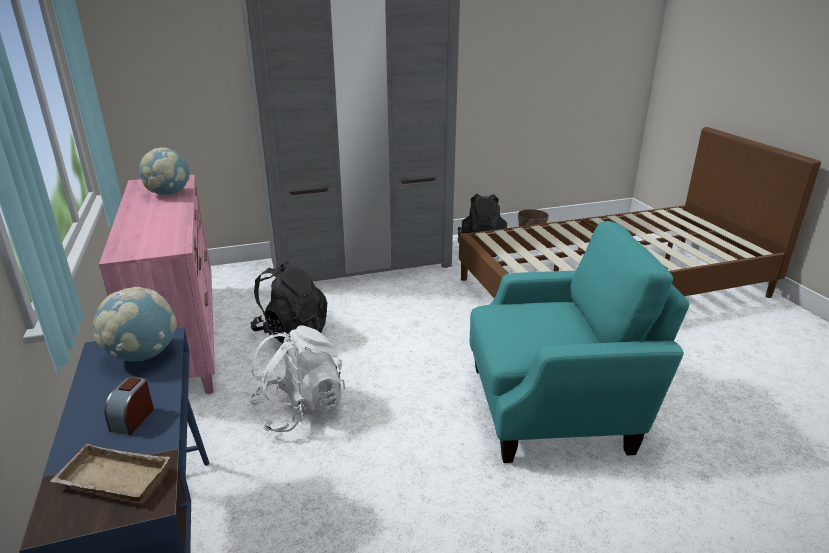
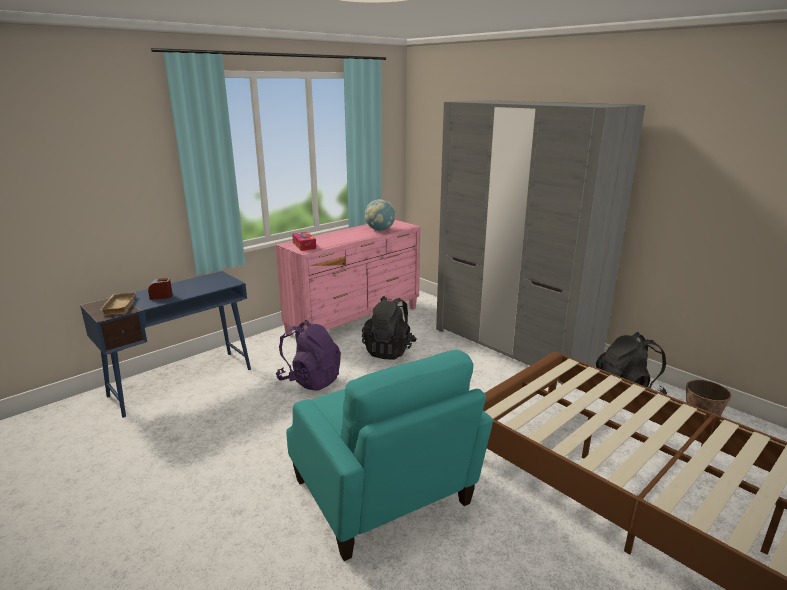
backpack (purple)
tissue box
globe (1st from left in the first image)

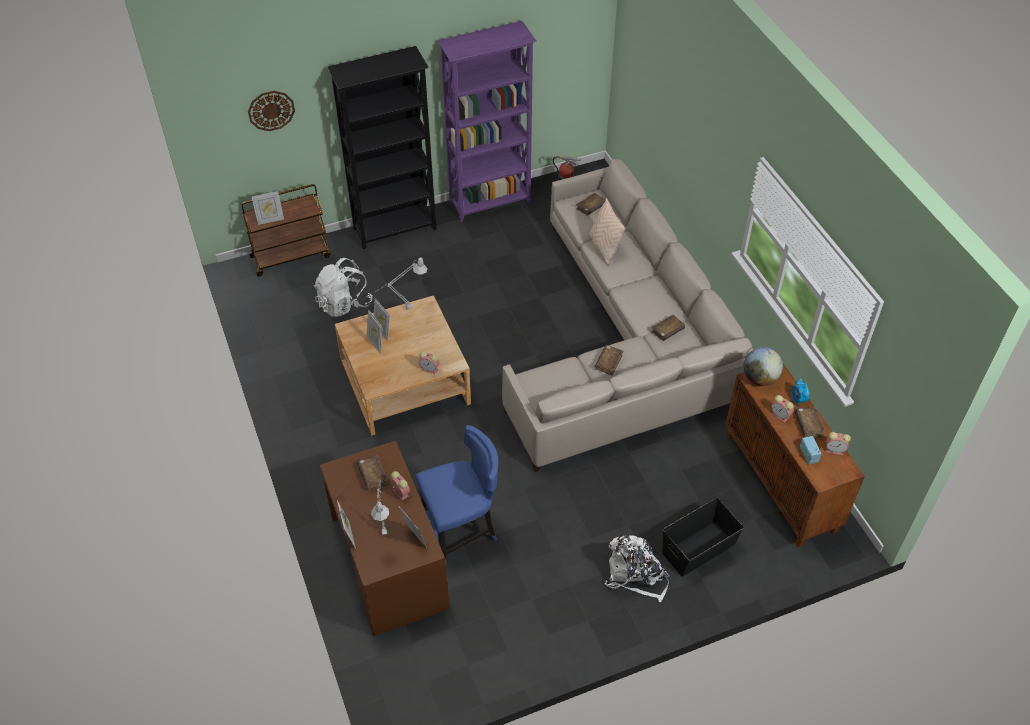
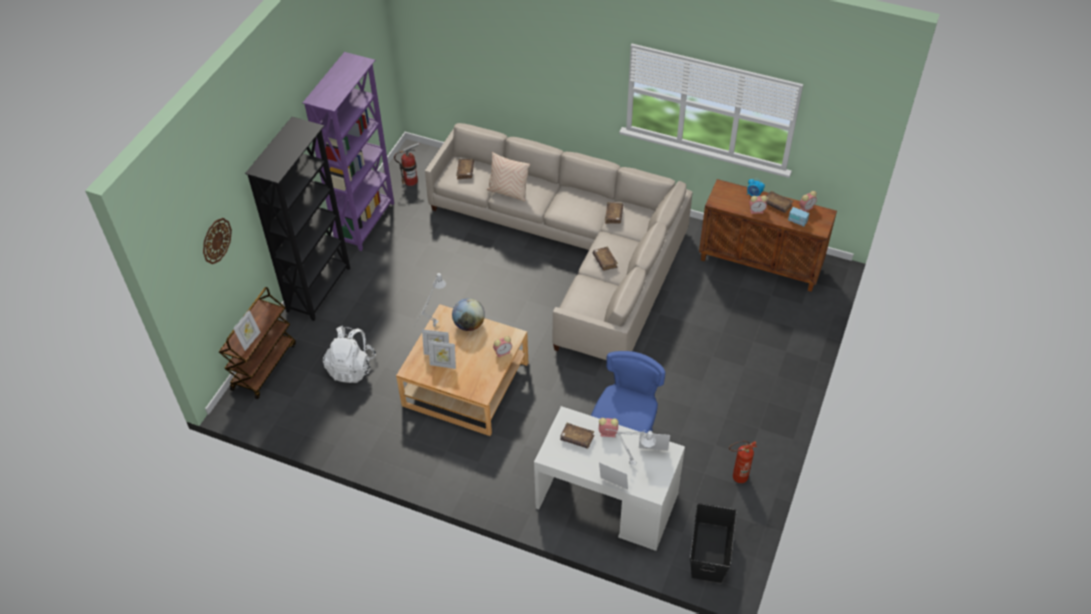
globe
desk (white)
storage box (black)
fire extinguisher (2nd from left)
backpack (white) (2nd from left in the first image)

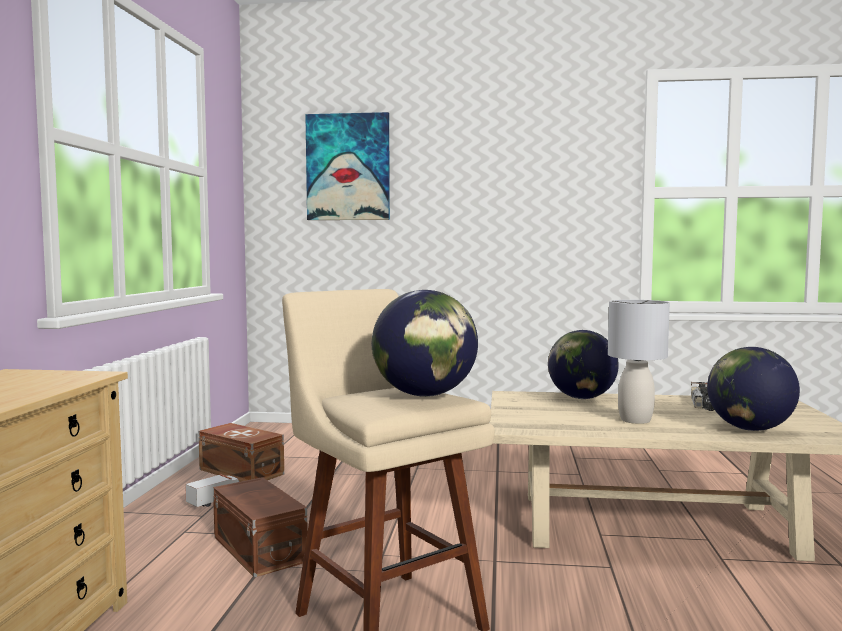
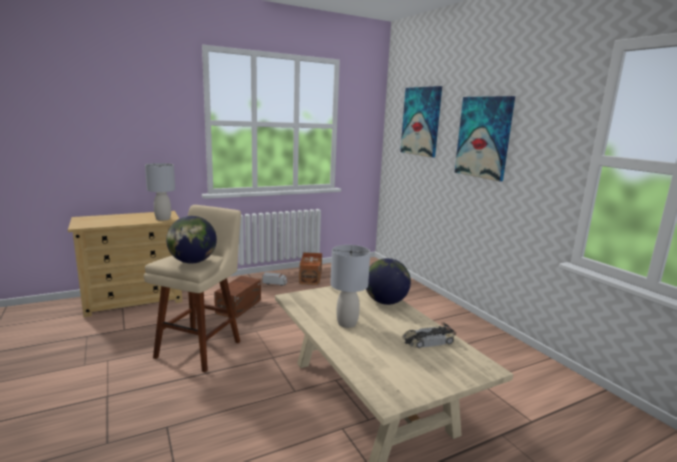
table lamp (grey) (1st from left)
picture (2nd from left)
globe (3rd from left in the first image)

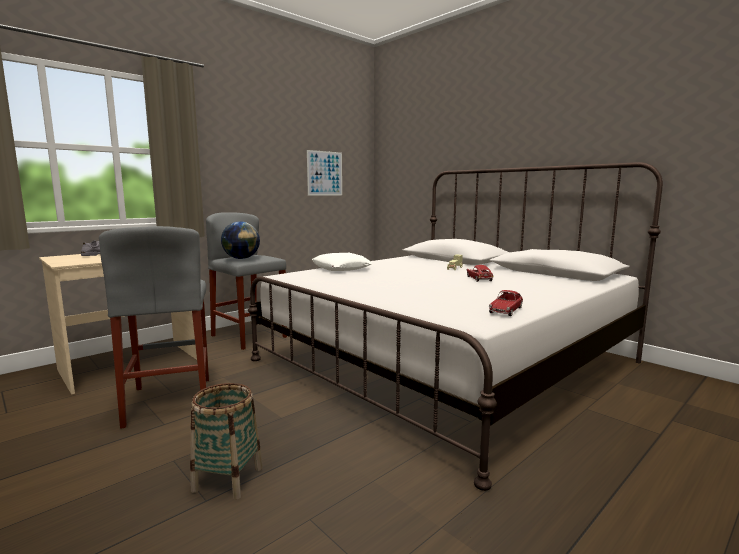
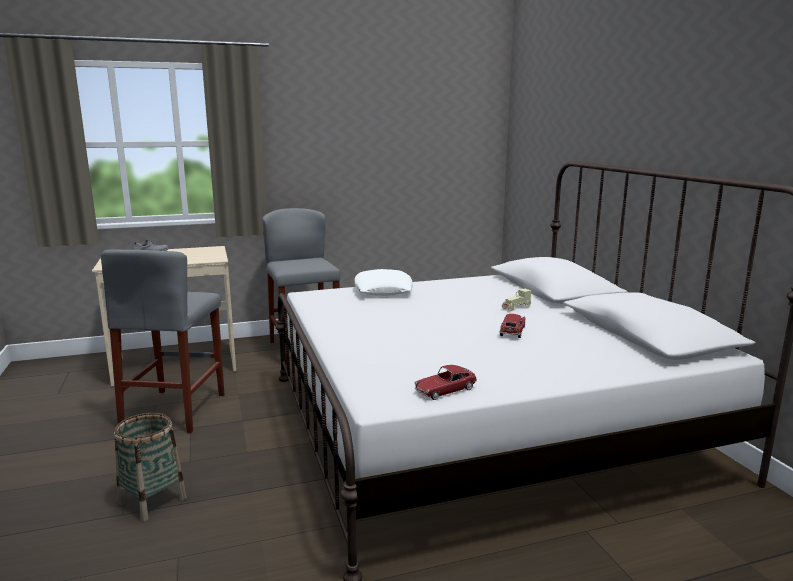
globe
picture

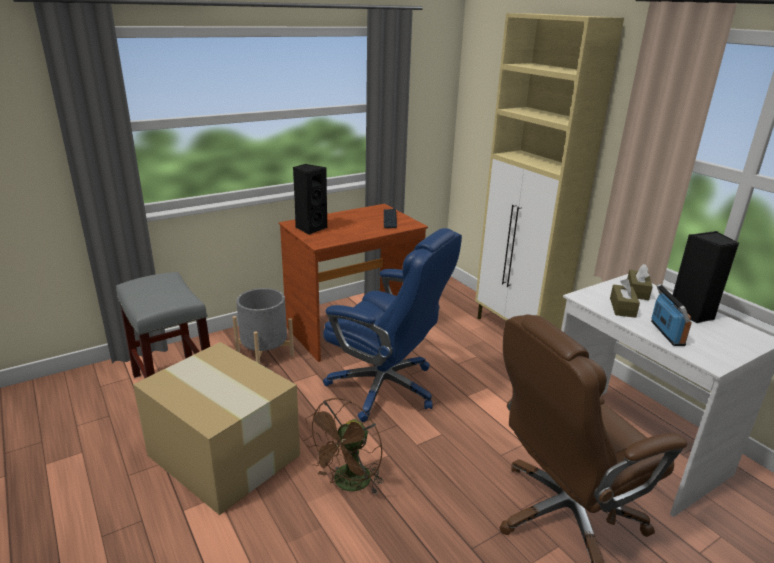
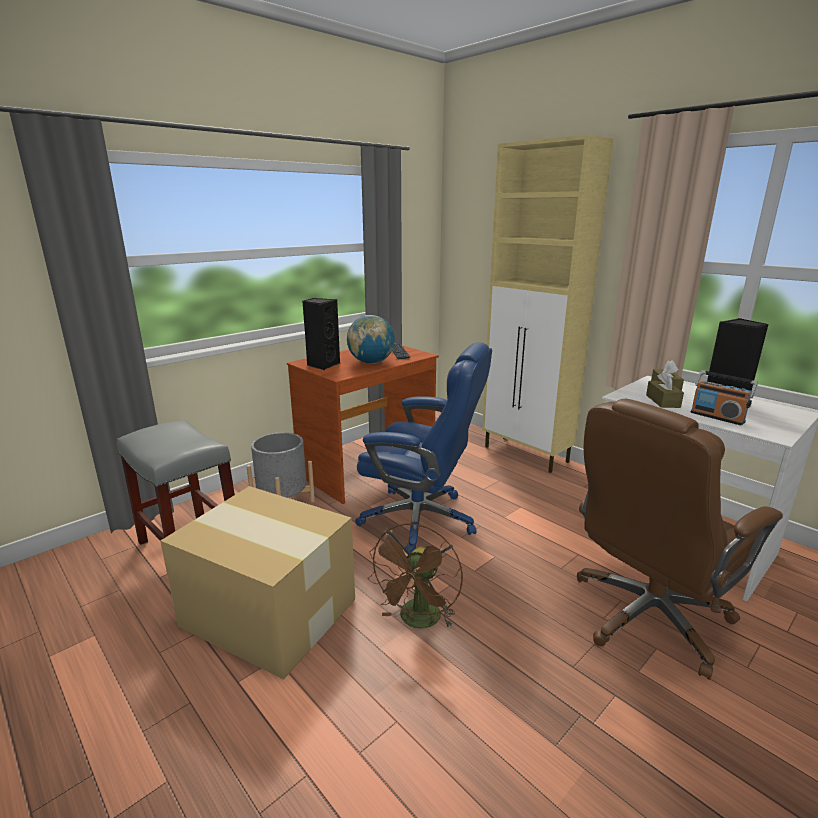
globe
radio

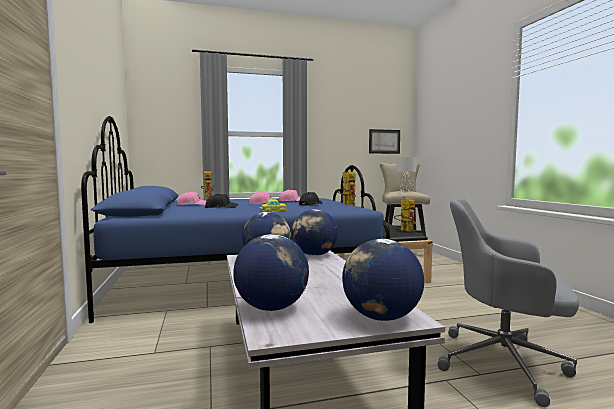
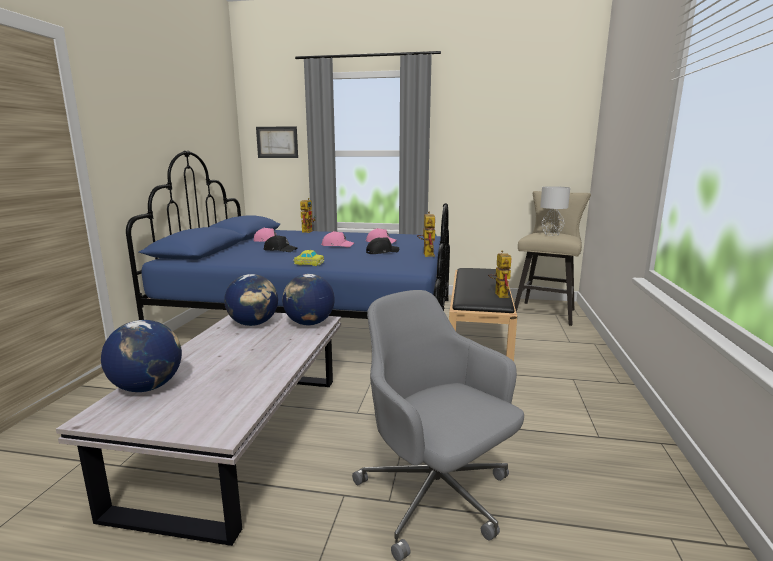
picture
globe (4th from left in the first image)

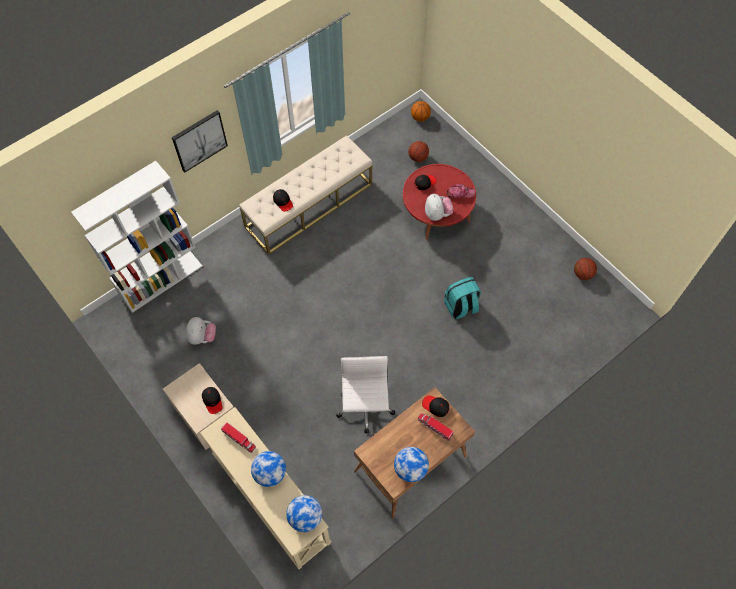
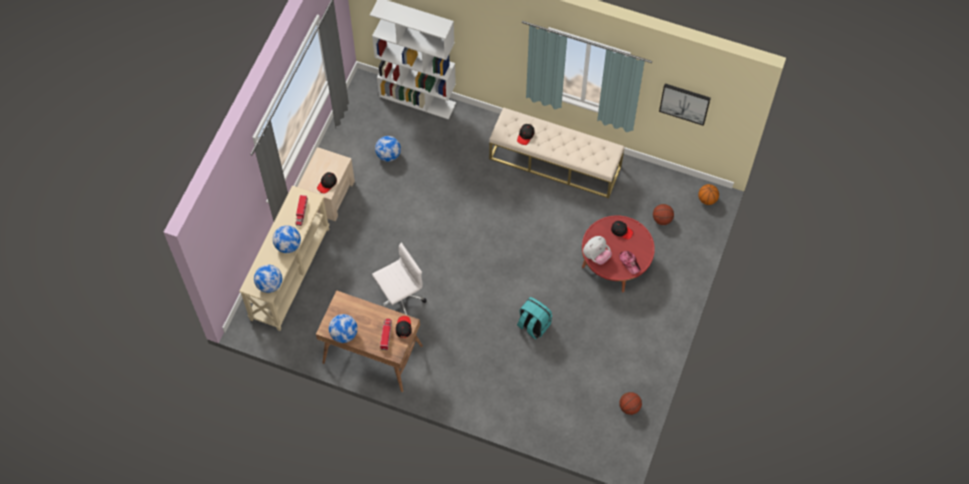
globe (4th from left)
picture

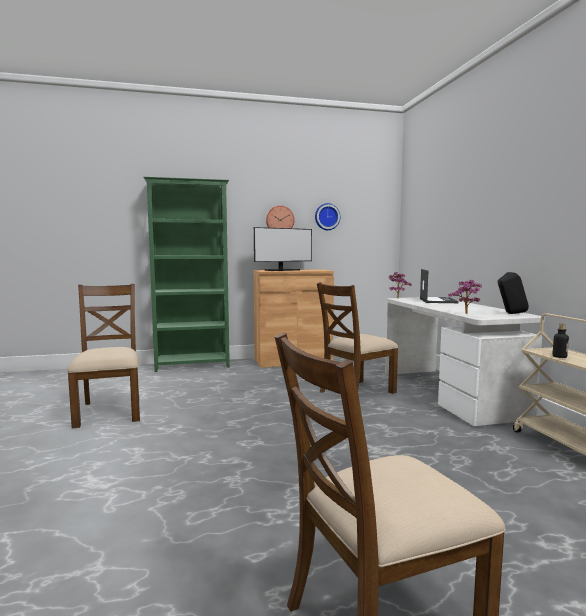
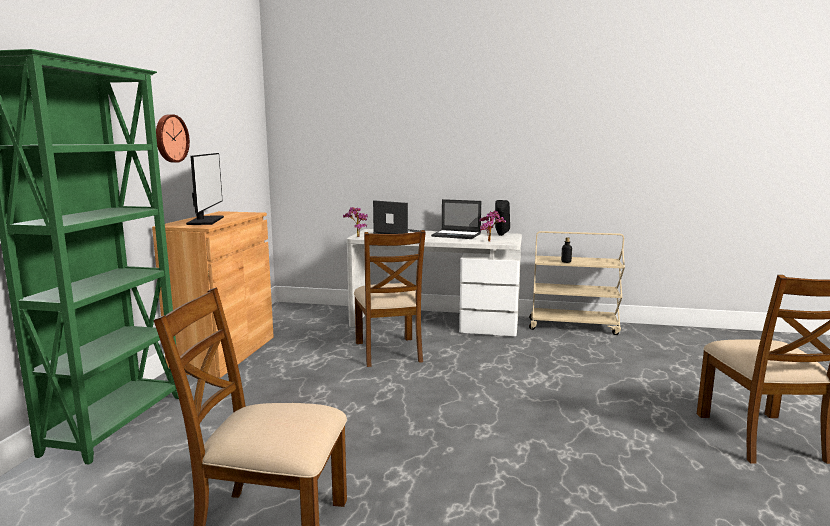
laptop (2nd from left)
wall clock (2nd from left in the first image)

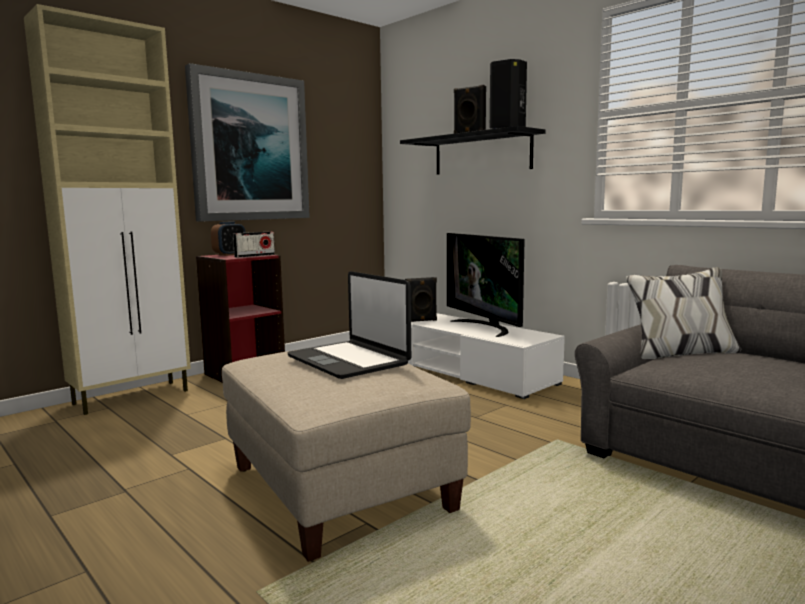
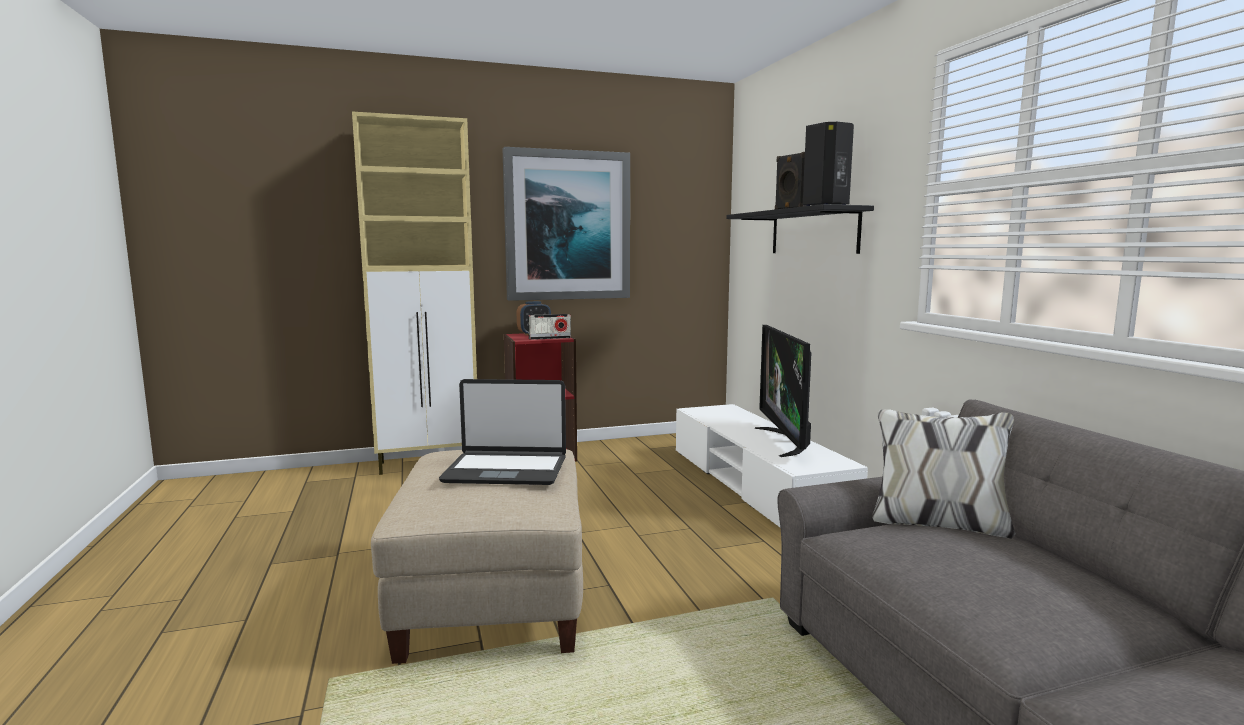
laptop
speaker (black) (1st from left in the first image)

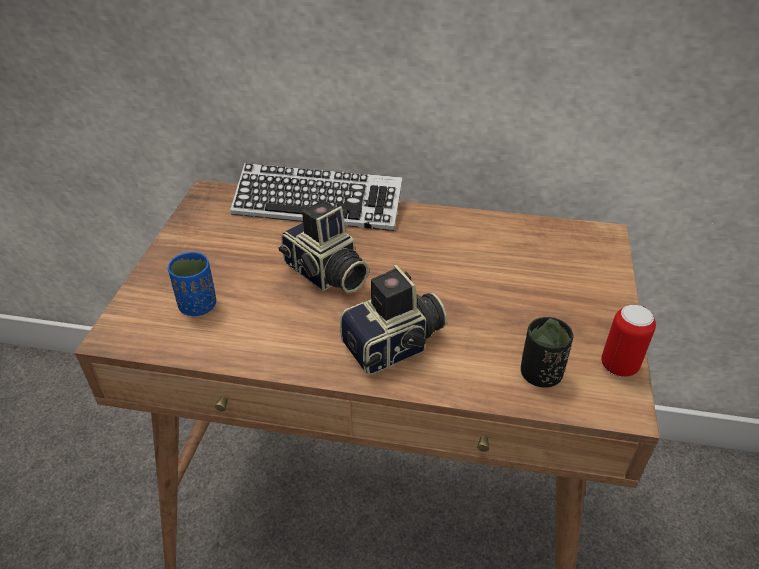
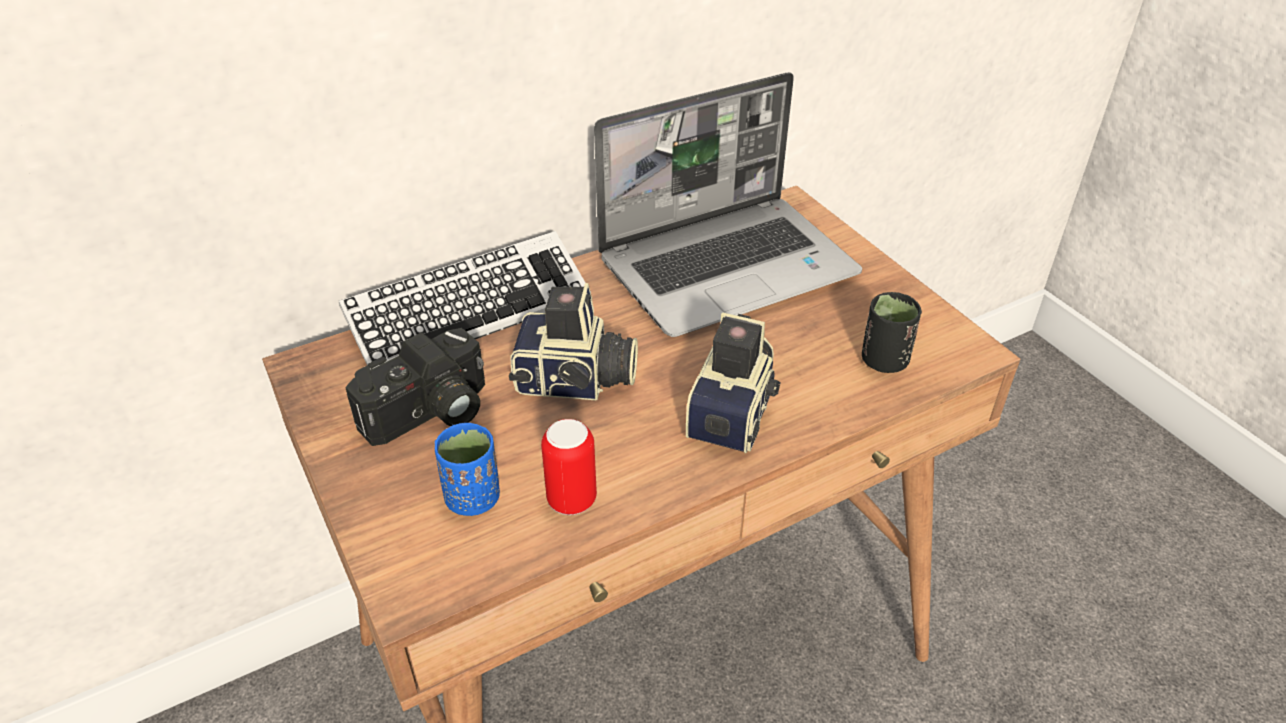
photo camera (1st from left)
can
laptop

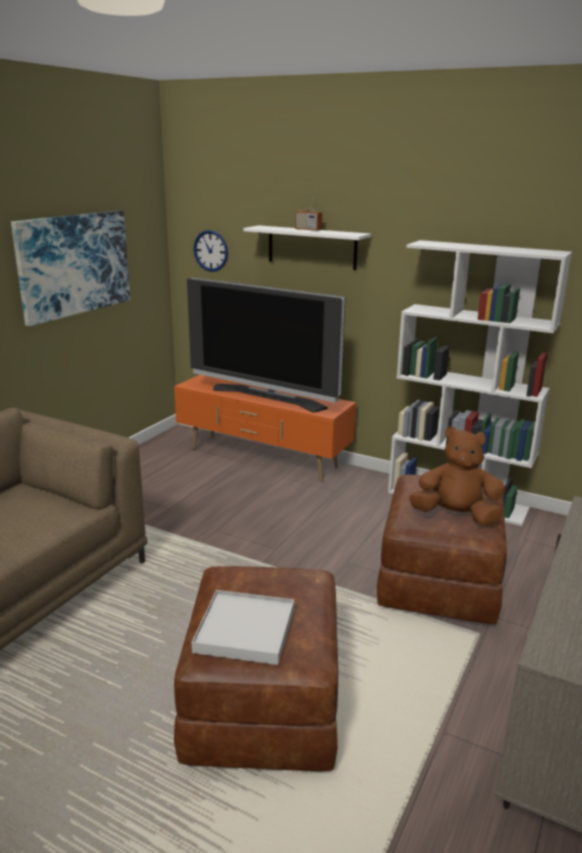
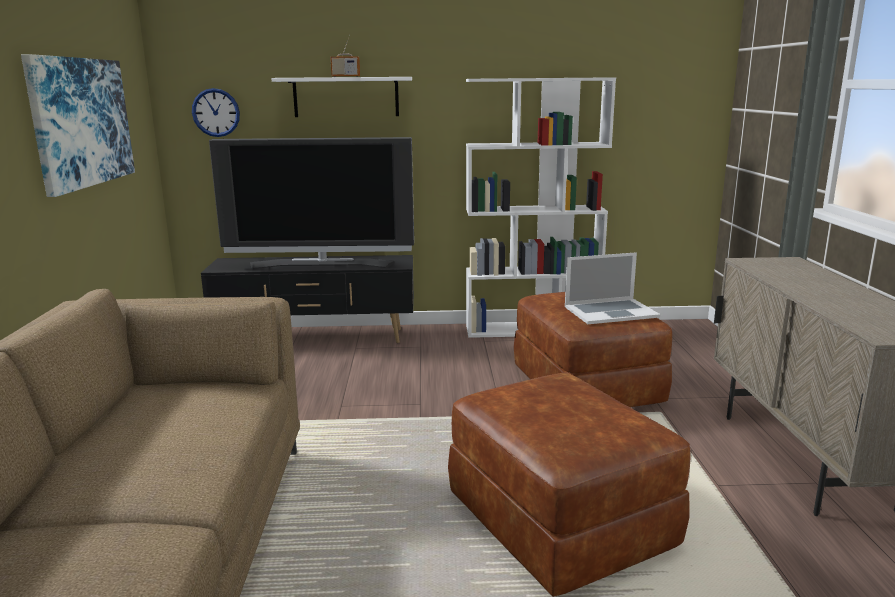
tv stand (black)
laptop
tray (white)

